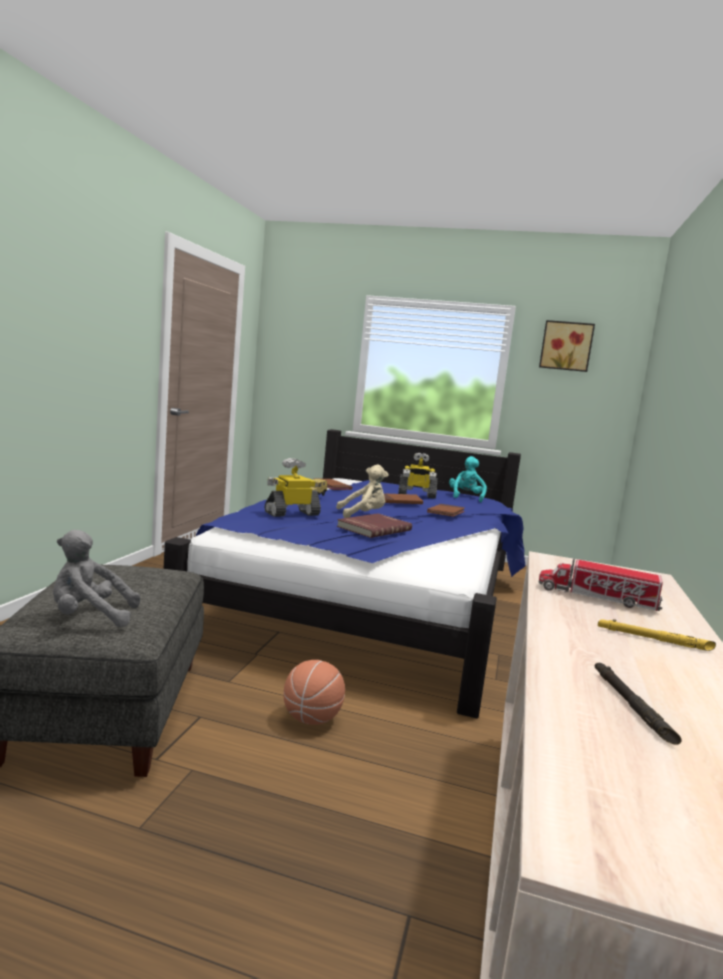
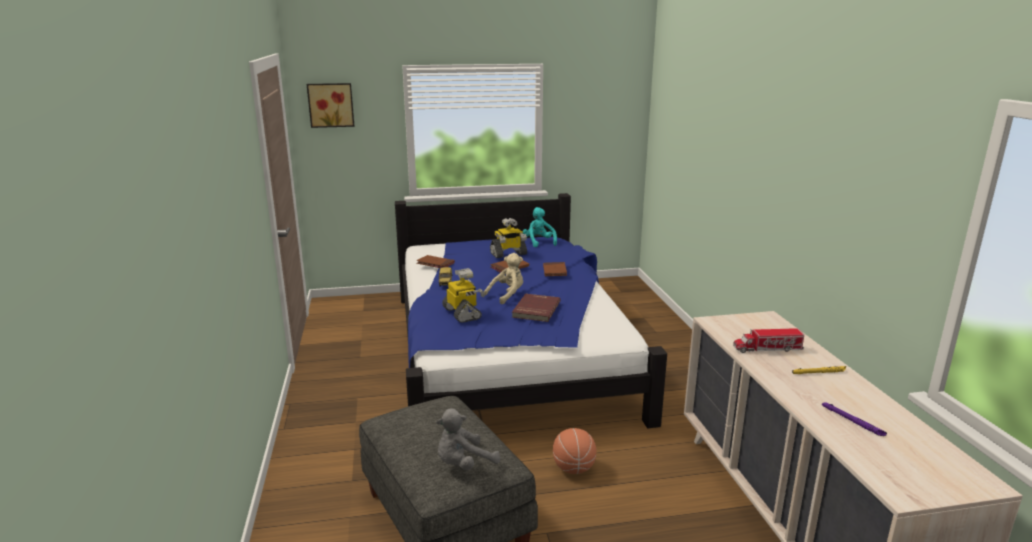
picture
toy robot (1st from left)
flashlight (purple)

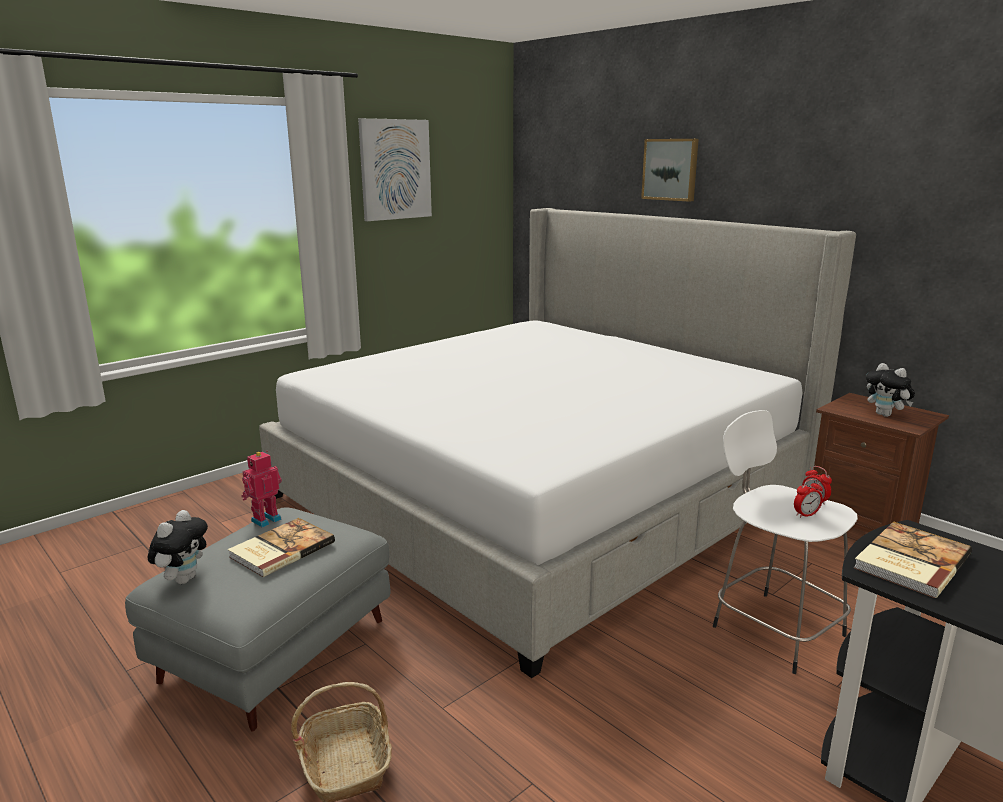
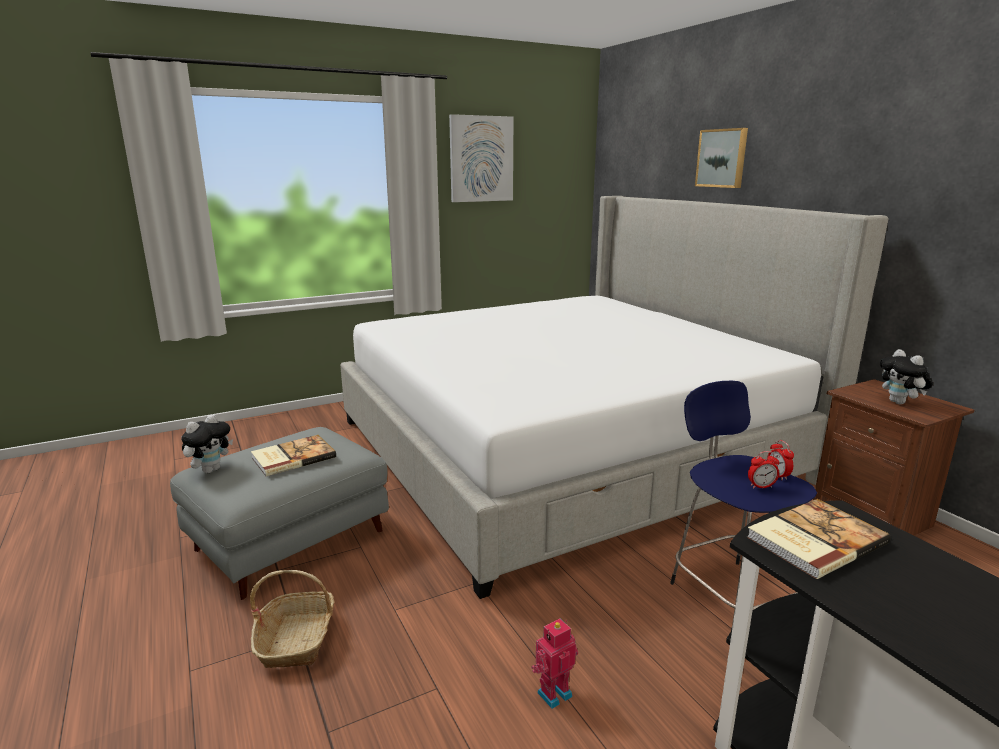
toy robot
stool (blue)

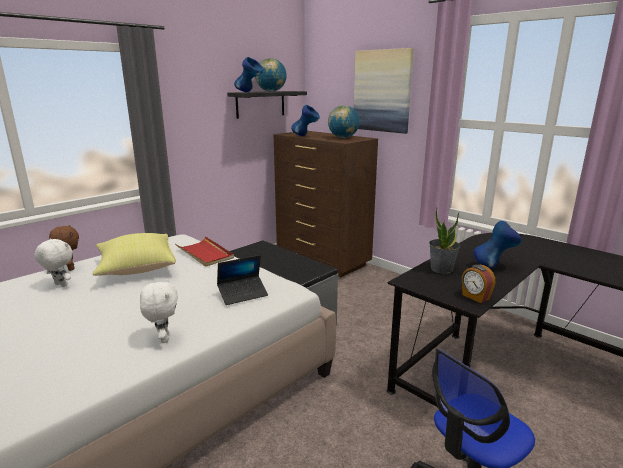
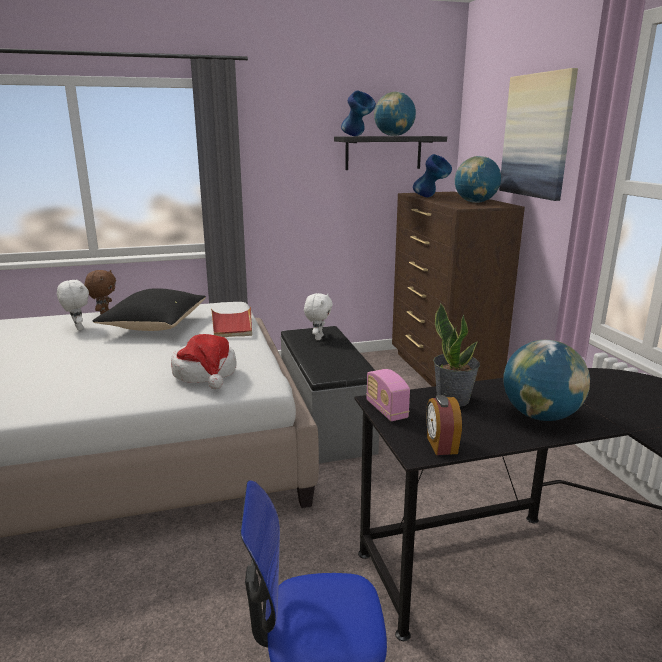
pillow (black)
hat
plush toy (white) (2nd from left)
radio
globe (3rd from left)

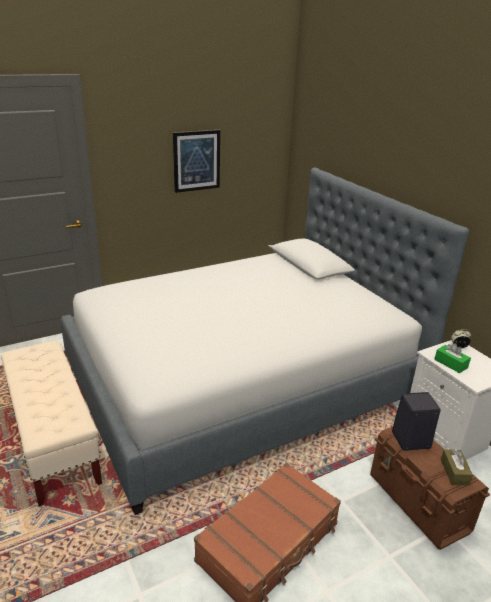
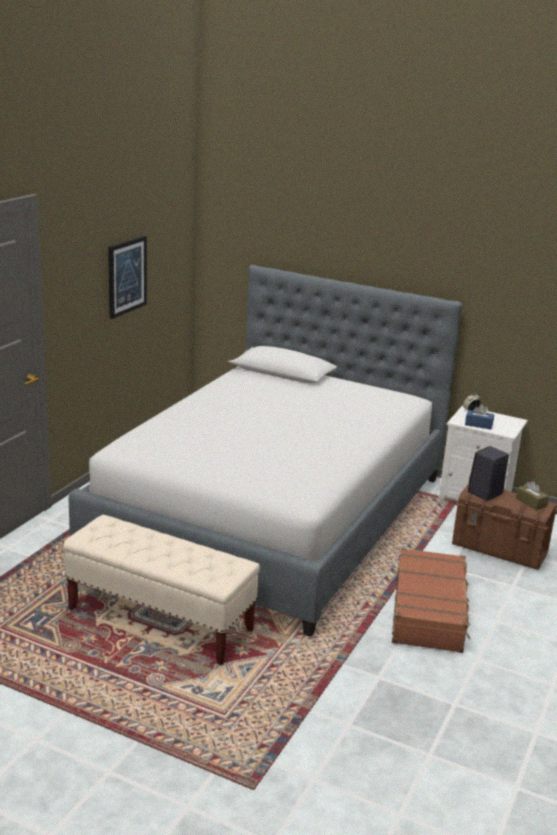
tissue box (blue)

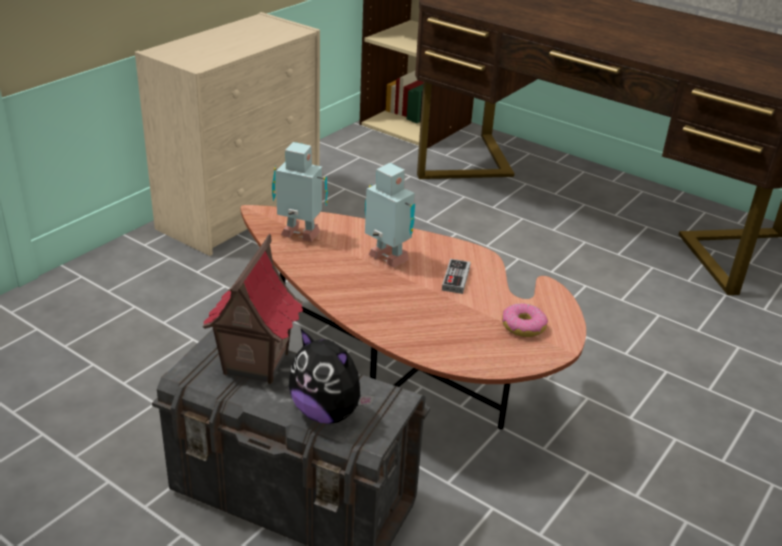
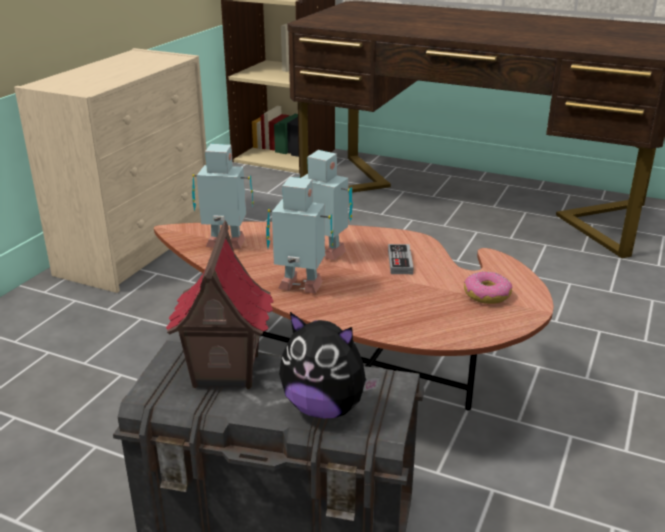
toy robot (2nd from left)

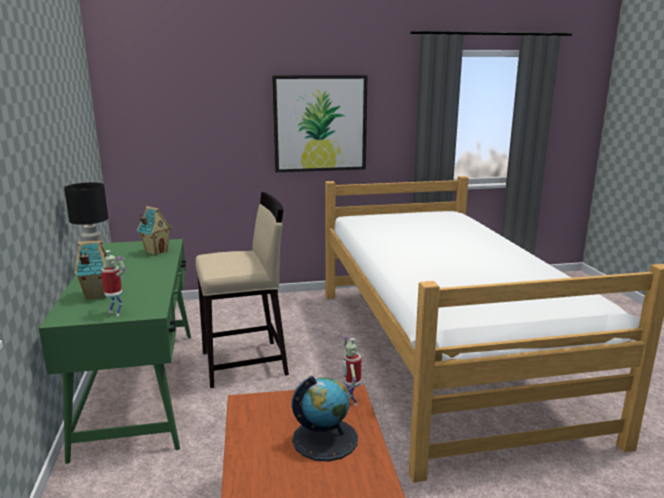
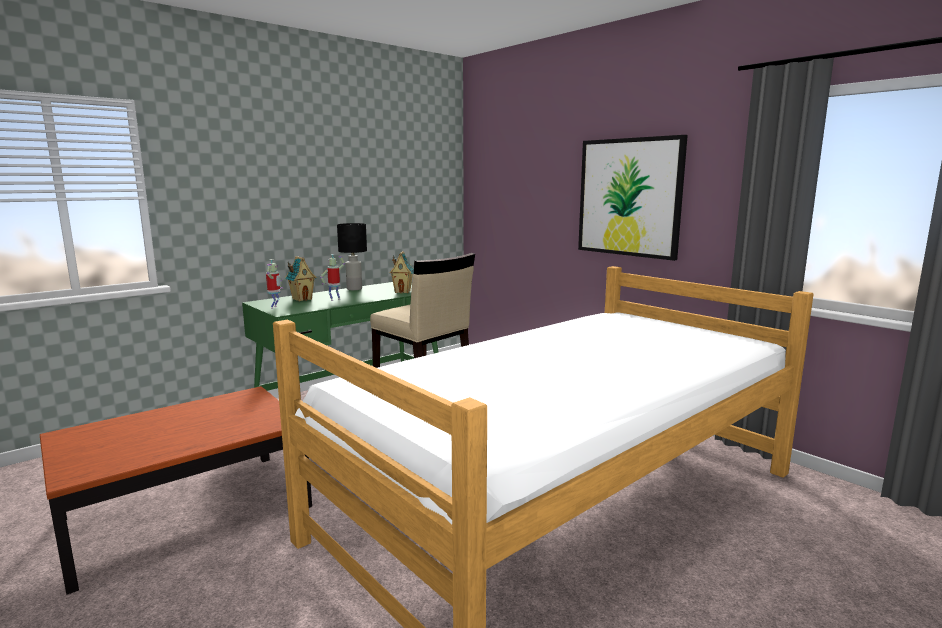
toy robot (2nd from left)
globe

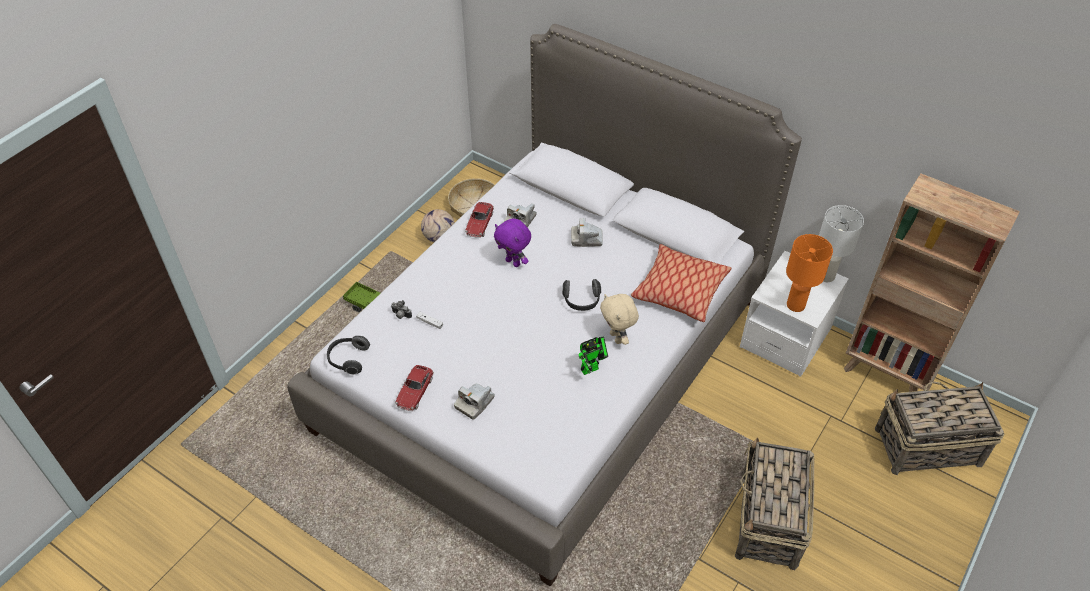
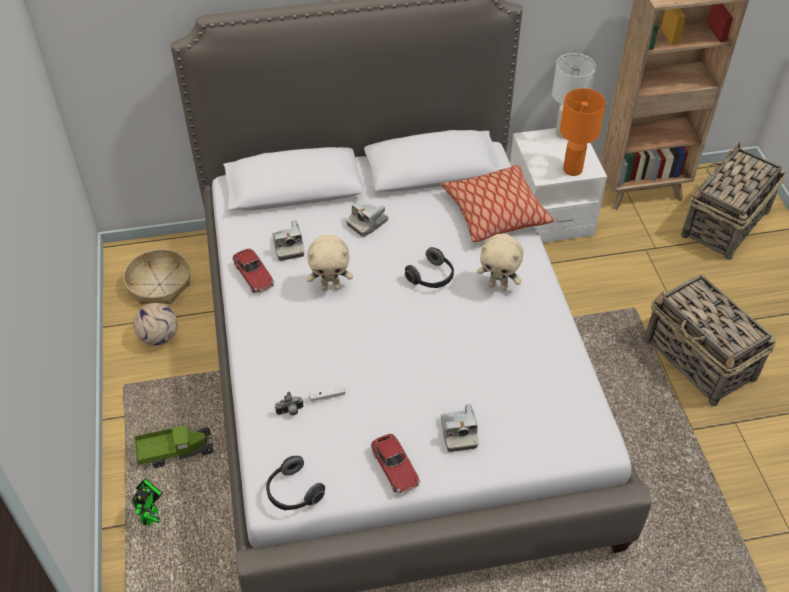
toy robot
plush toy (beige) (1st from left)

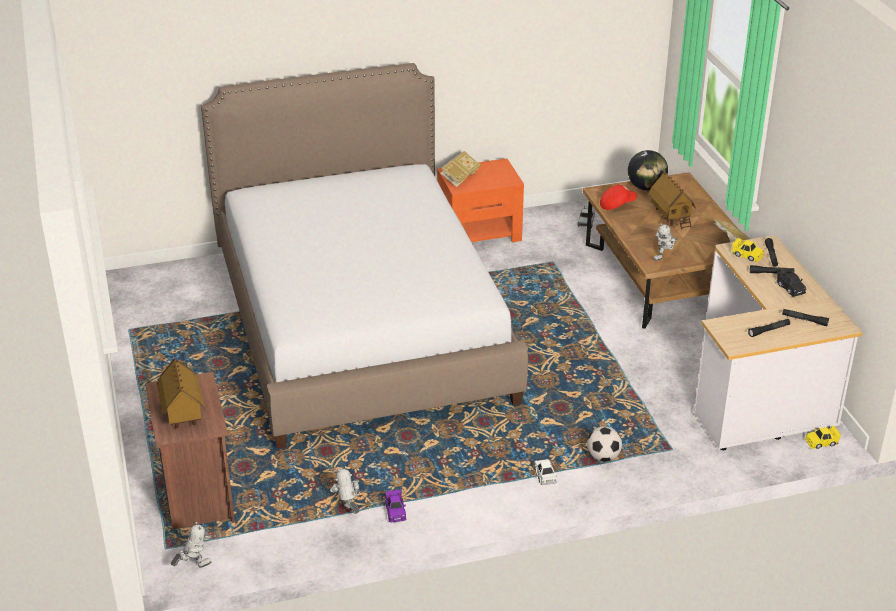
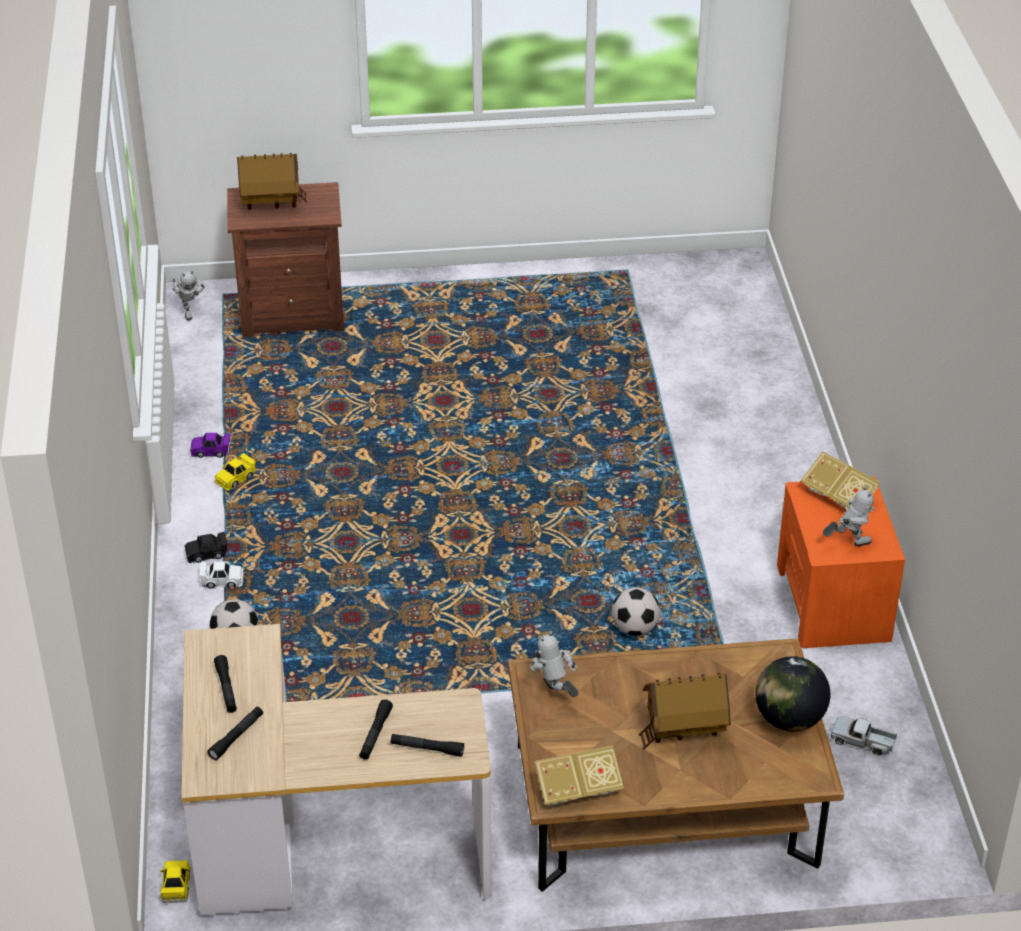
toy car (black)
toy car (yellow) (2nd from left)
football (2nd from left)
toy robot (3rd from left)
bed
cap (red)

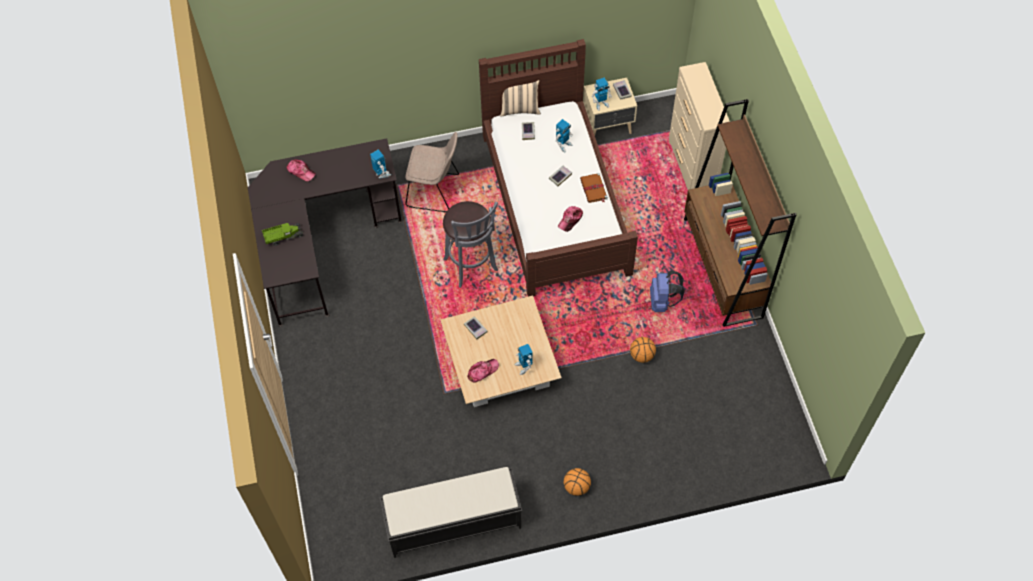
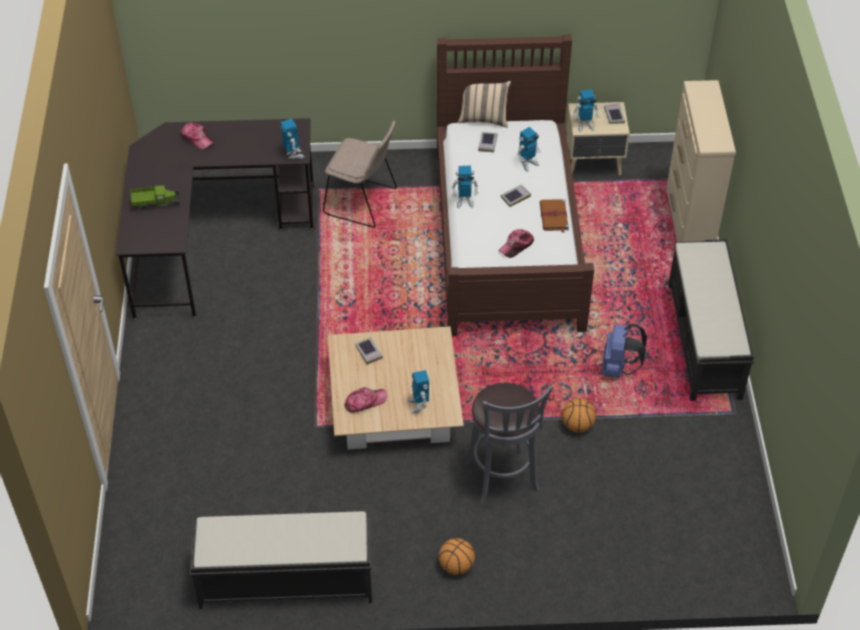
toy robot (3rd from left)
stool (grey)
bench (black) (2nd from left)

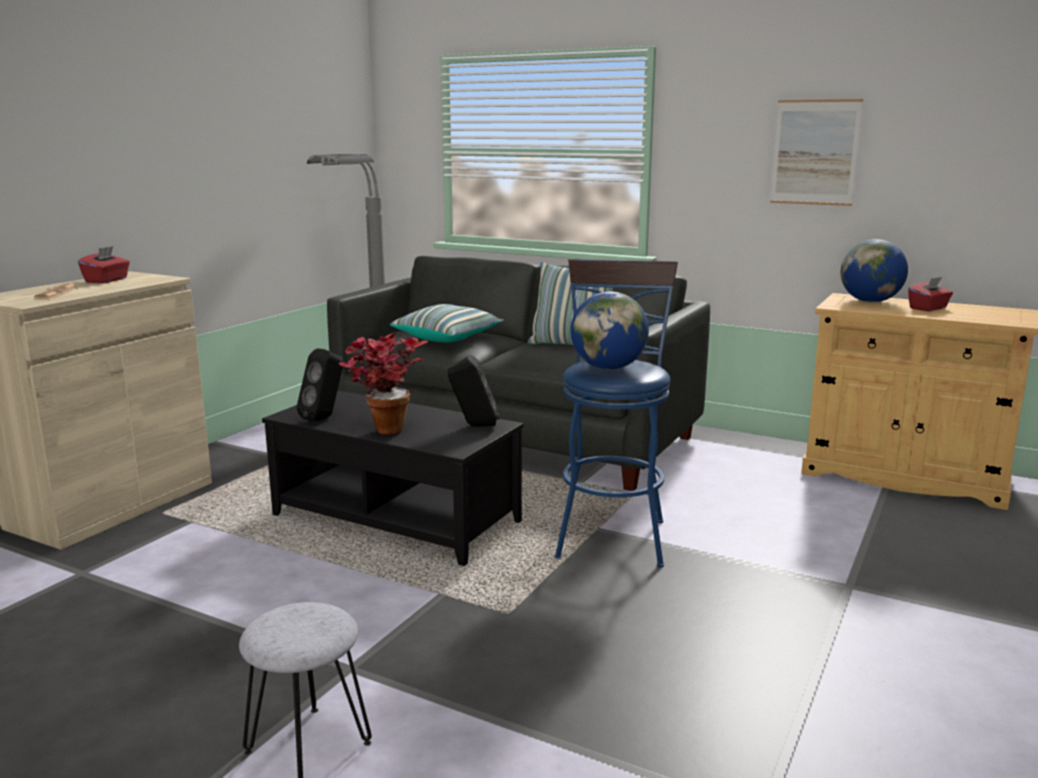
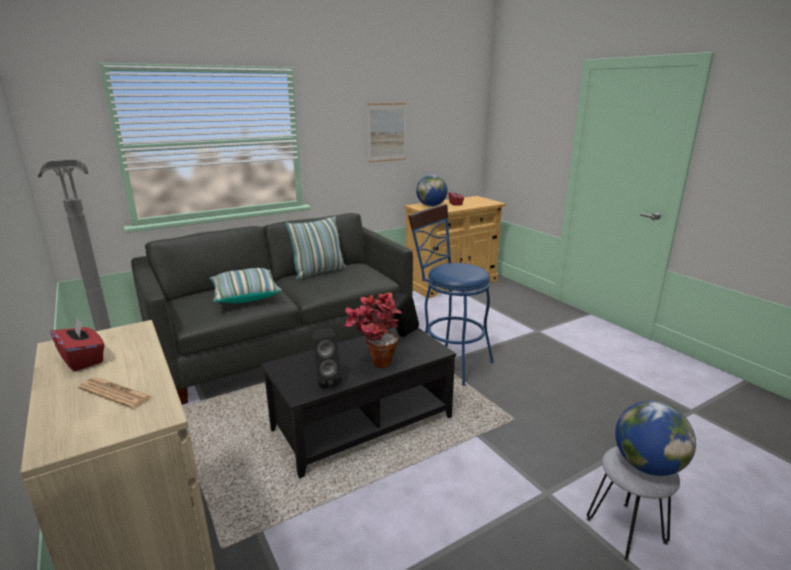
globe (2nd from left)

